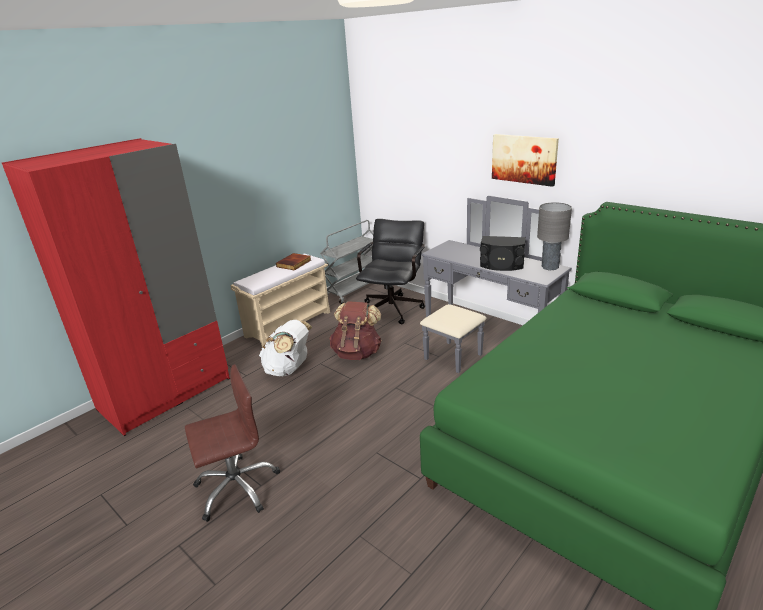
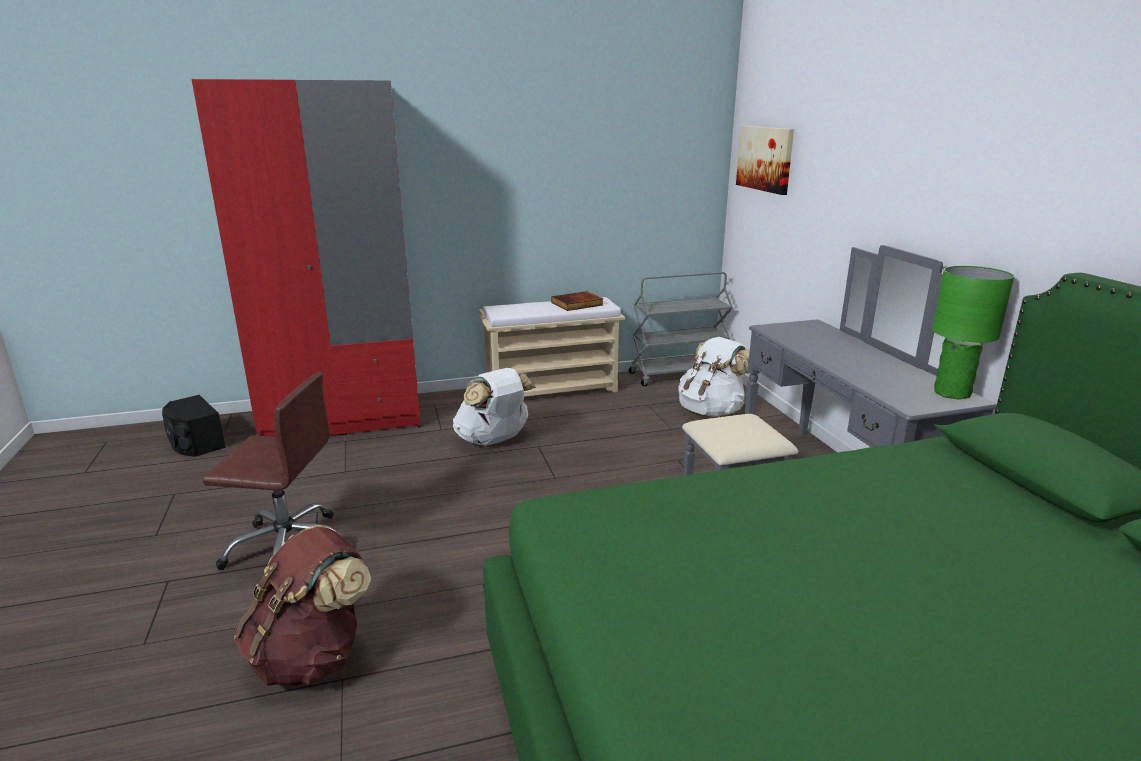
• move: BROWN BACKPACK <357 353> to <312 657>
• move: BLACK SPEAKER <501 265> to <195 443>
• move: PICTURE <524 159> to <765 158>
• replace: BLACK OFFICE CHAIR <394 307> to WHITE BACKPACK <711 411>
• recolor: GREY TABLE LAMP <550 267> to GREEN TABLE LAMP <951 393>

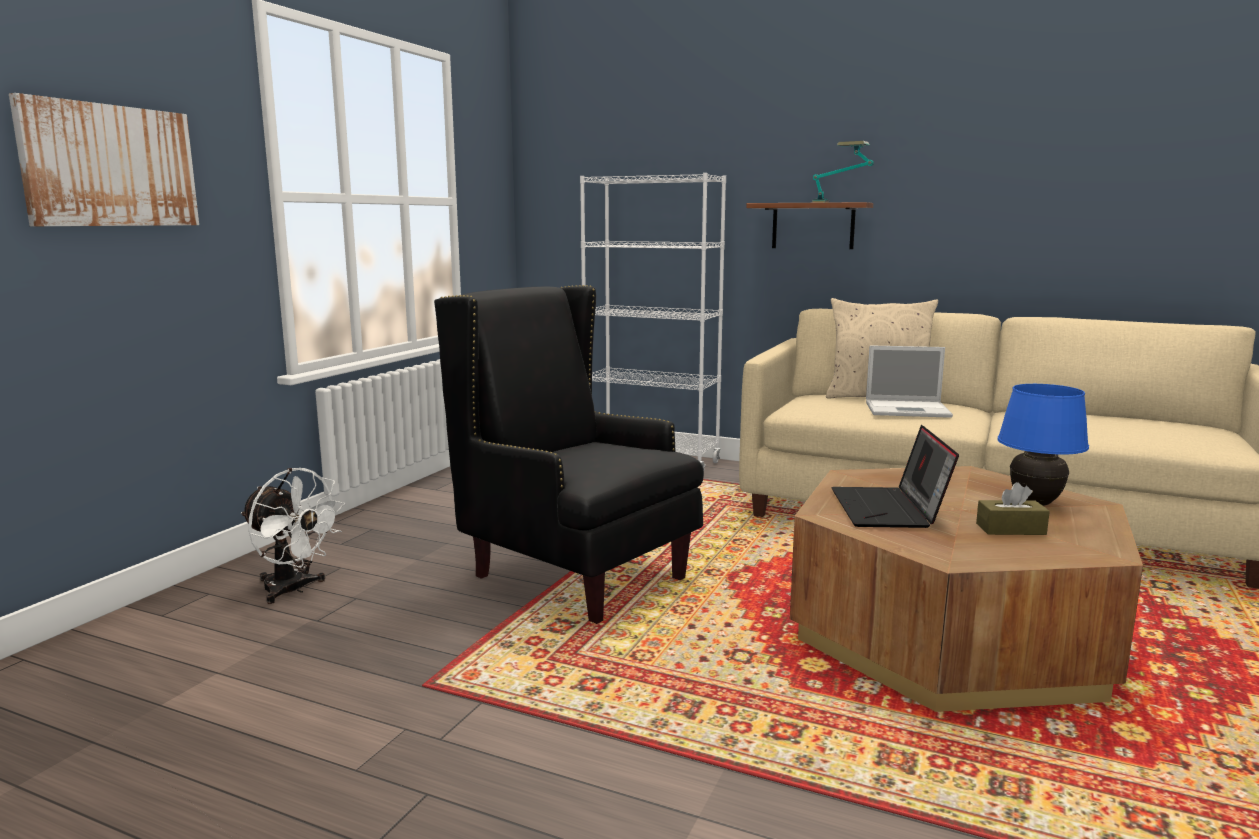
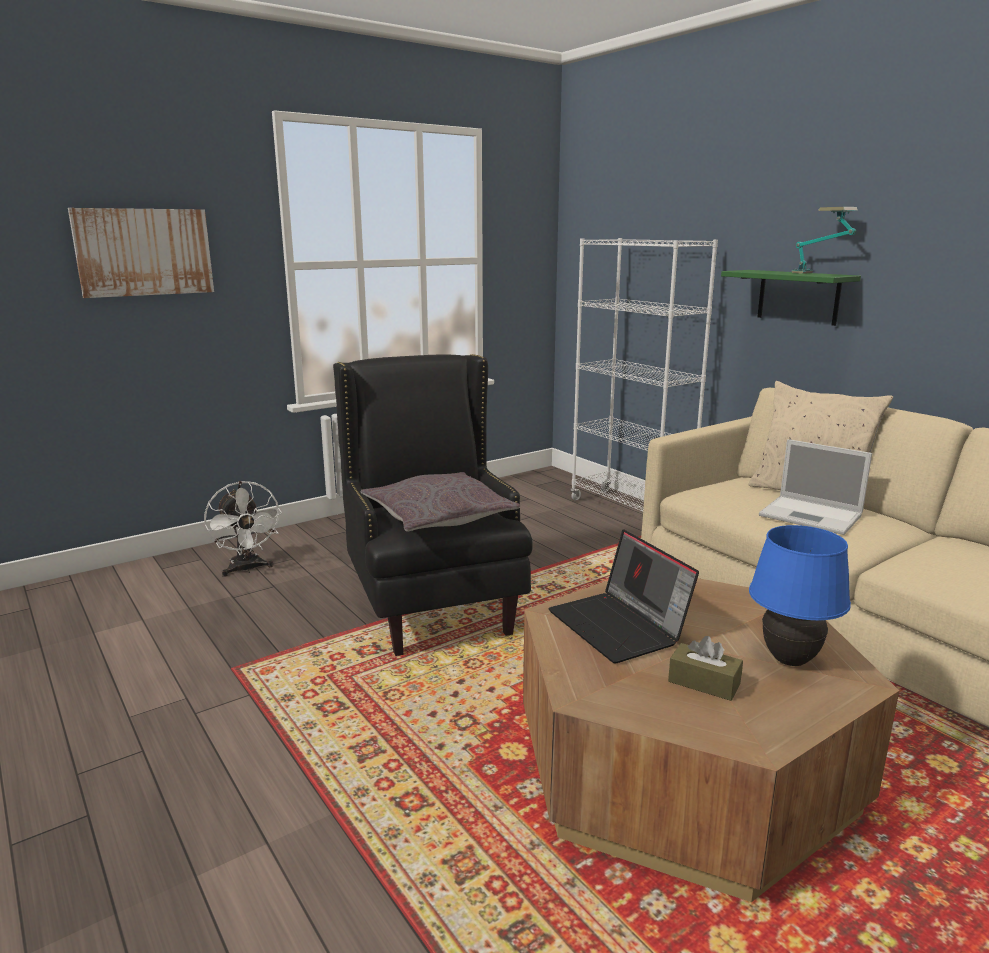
• insert: GREY PILLOW <438 516>
• recolor: BROWN SHELF <813 226> to GREEN SHELF <798 297>
• rotate: LAPTOP <889 510> = <620 627> 60 degrees counterclockwise

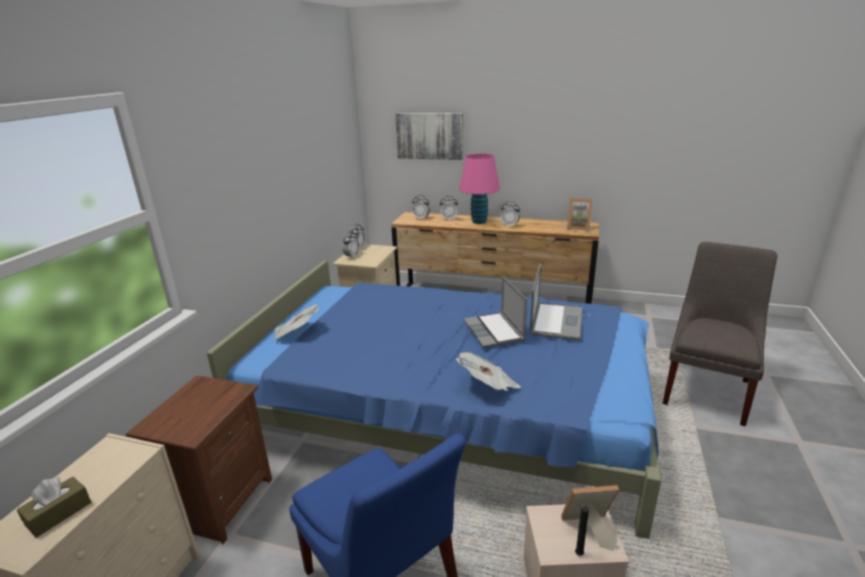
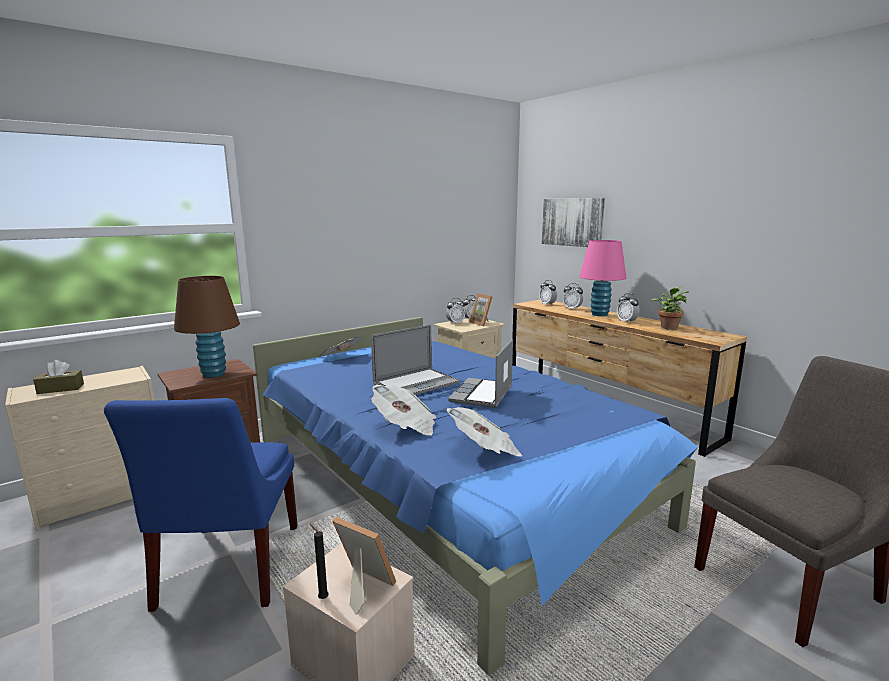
• insert: BROWN TABLE LAMP <213 374>
• insert: NEWSPAPER <485 449>
• insert: POTTED PLANT <668 327>
• move: LAPTOP <556 321> to <416 383>
• move: PICTURE FRAME <578 227> to <482 323>

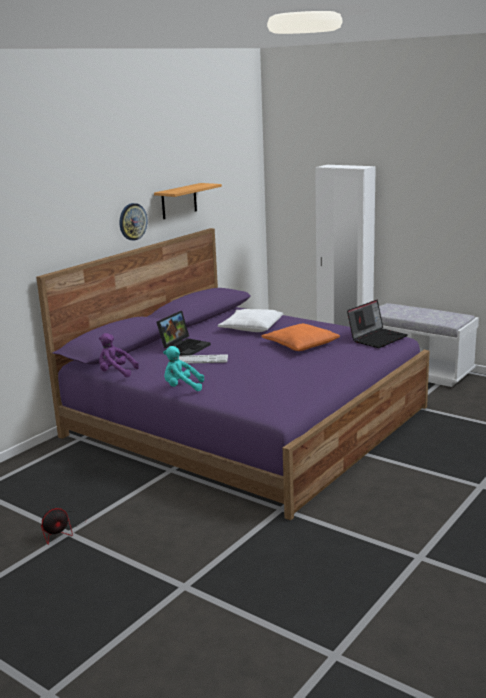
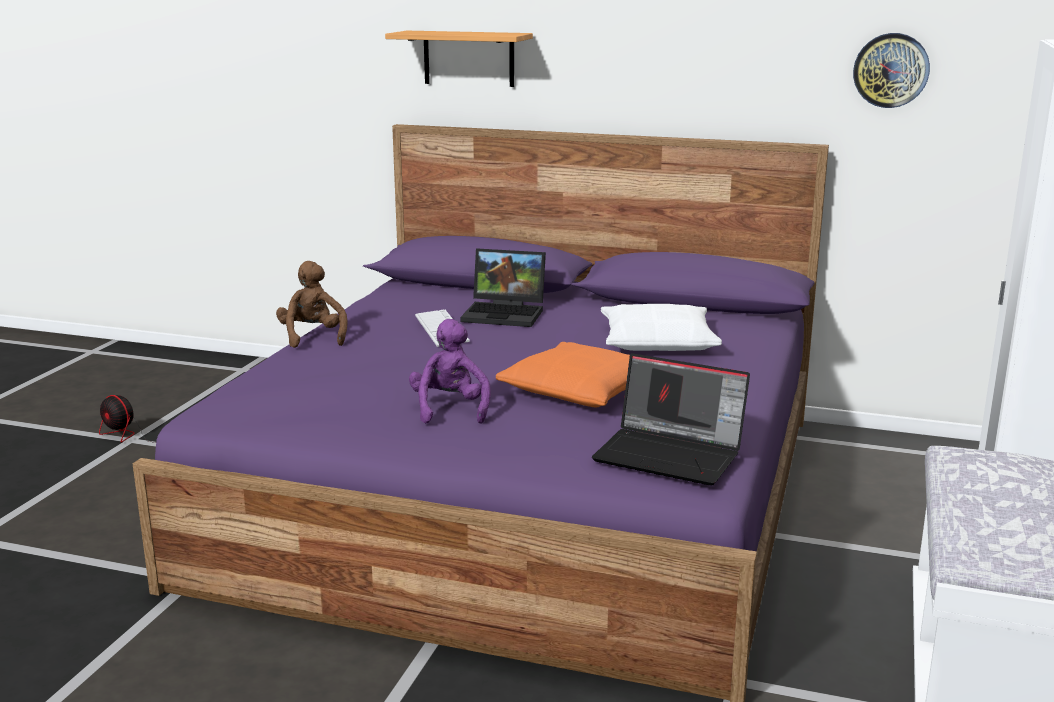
• move: PURPLE PLUSH TOY <116 373> to <450 409>
• move: WALL CLOCK <132 221> to <891 70>
• move: SHELF <179 201> to <469 58>
• recolor: TURQUOISE PLUSH TOY <182 387> to BROWN PLUSH TOY <313 337>

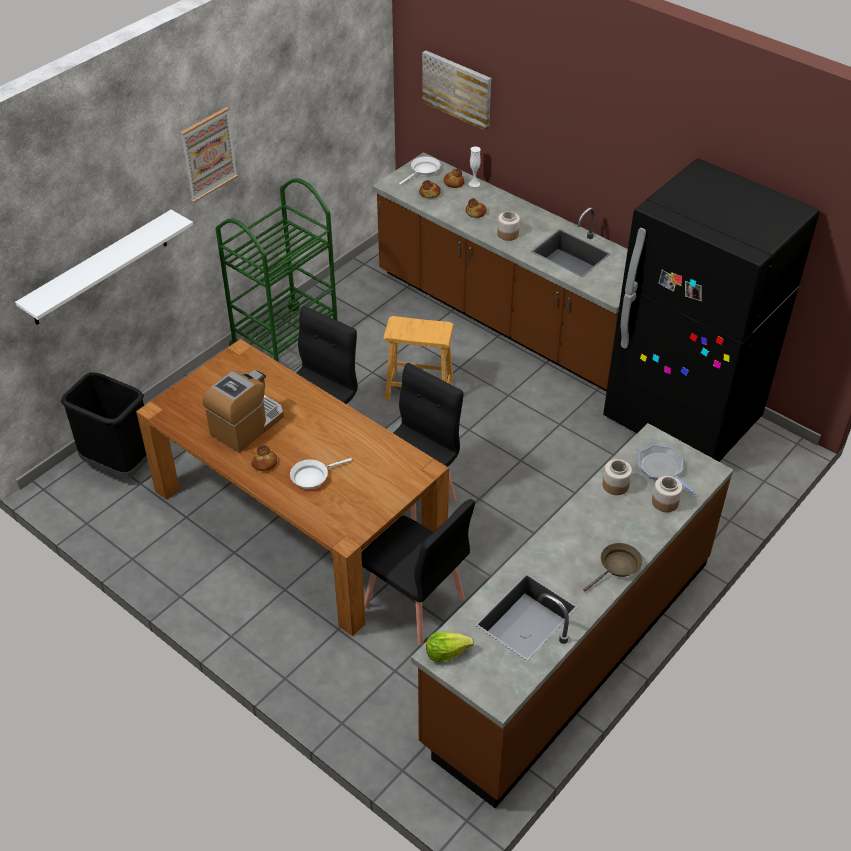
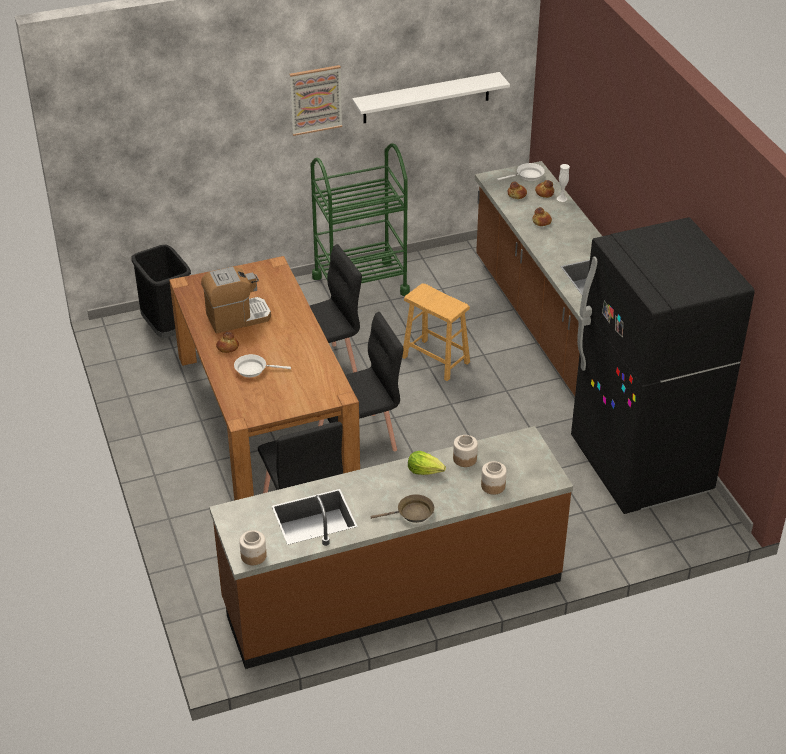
• delete: PICTURE <457 89>
• delete: FRYING PAN <662 469>
• move: WHITE SHELF <99 268> to <426 98>
• move: LETTUCE <446 652> to <425 470>
• move: JAR <507 234> to <253 556>

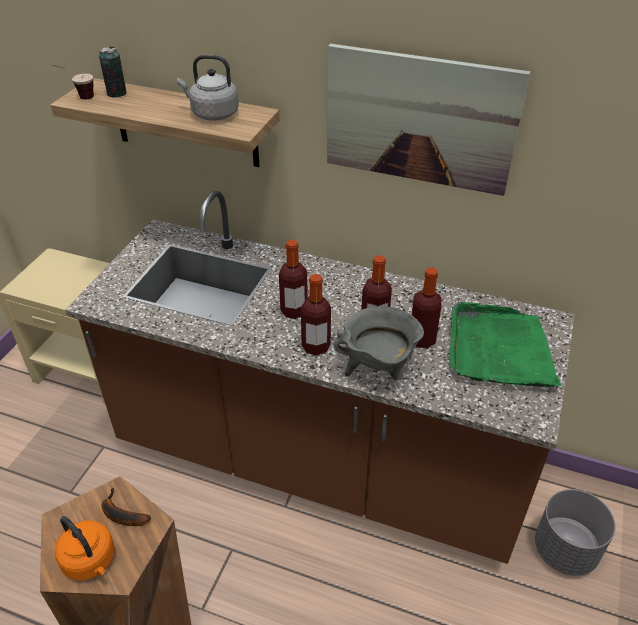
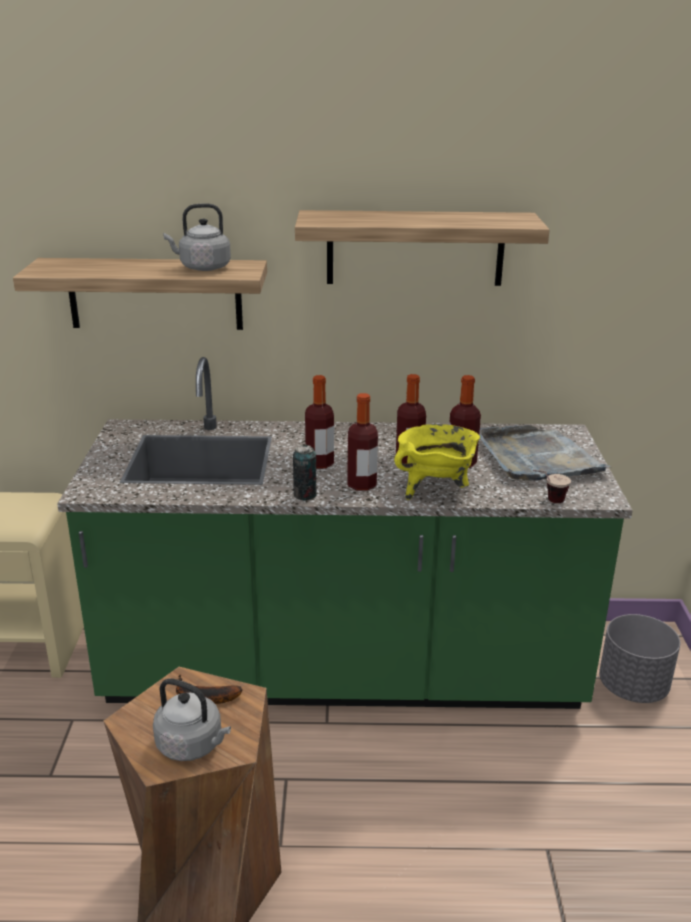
• move: CUP <78 97> to <547 501>
• move: CAN <116 93> to <305 495>
• replace: PICTURE <420 119> to SHELF <415 248>
• recolor: ORANGE KETTLE <91 561> to GREY KETTLE <192 745>
• recolor: BROWN COUNTER <318 461> to GREEN COUNTER <343 673>
• recolor: GREY COOKING POT <378 370> to YELLOW COOKING POT <435 490>
• recolor: GREEN TRAY <499 349> to GREY TRAY <537 458>

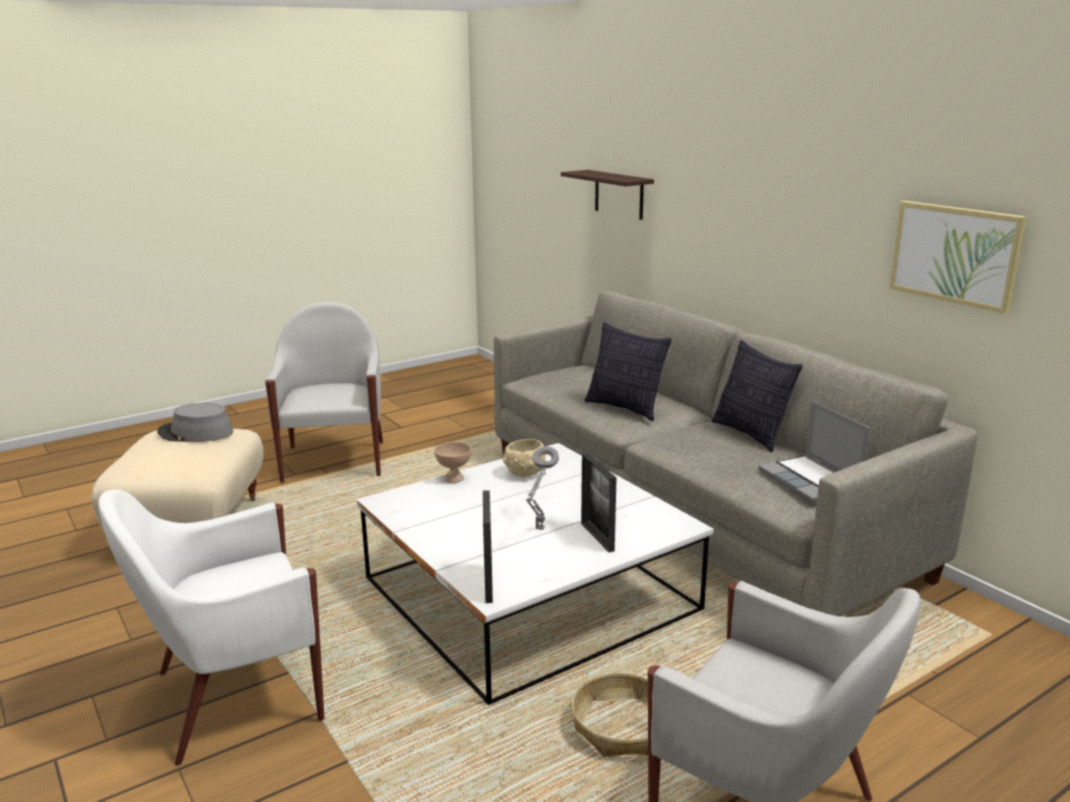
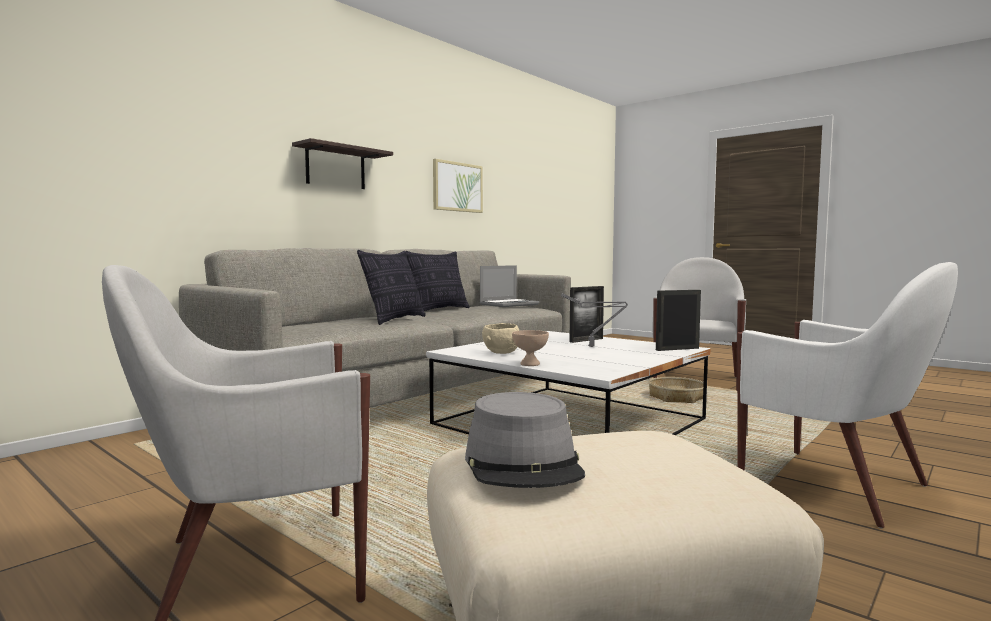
• move: SHELF <619 194> to <335 167>

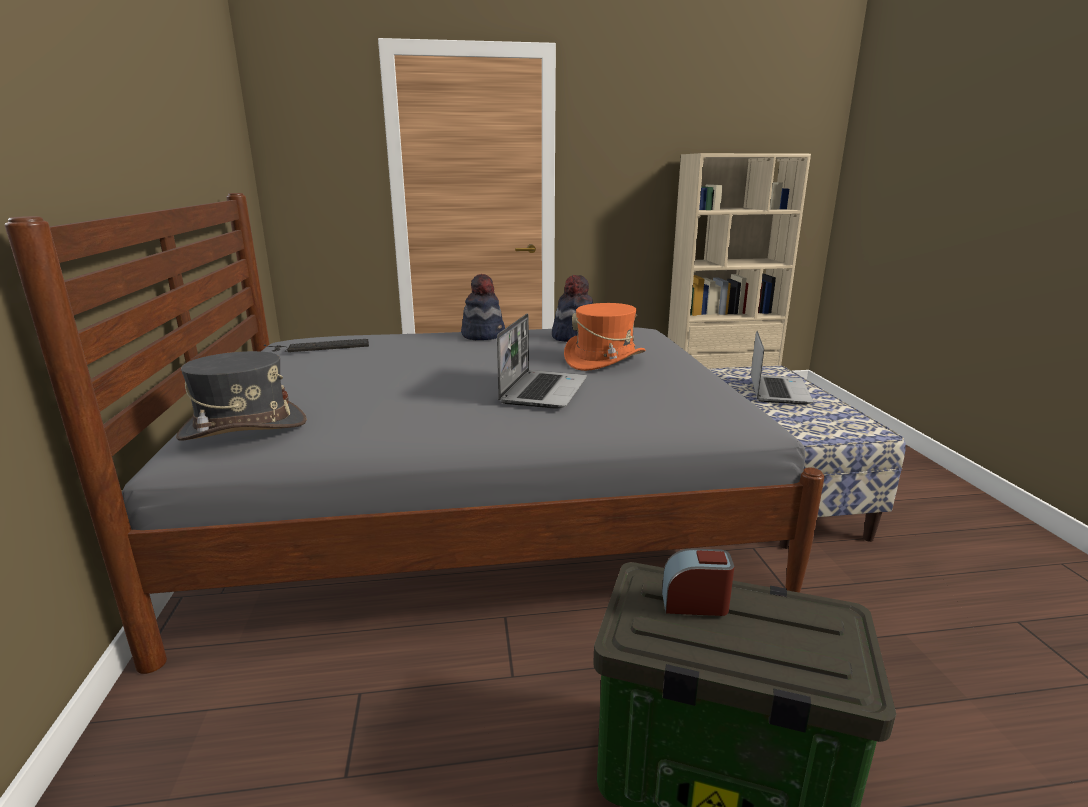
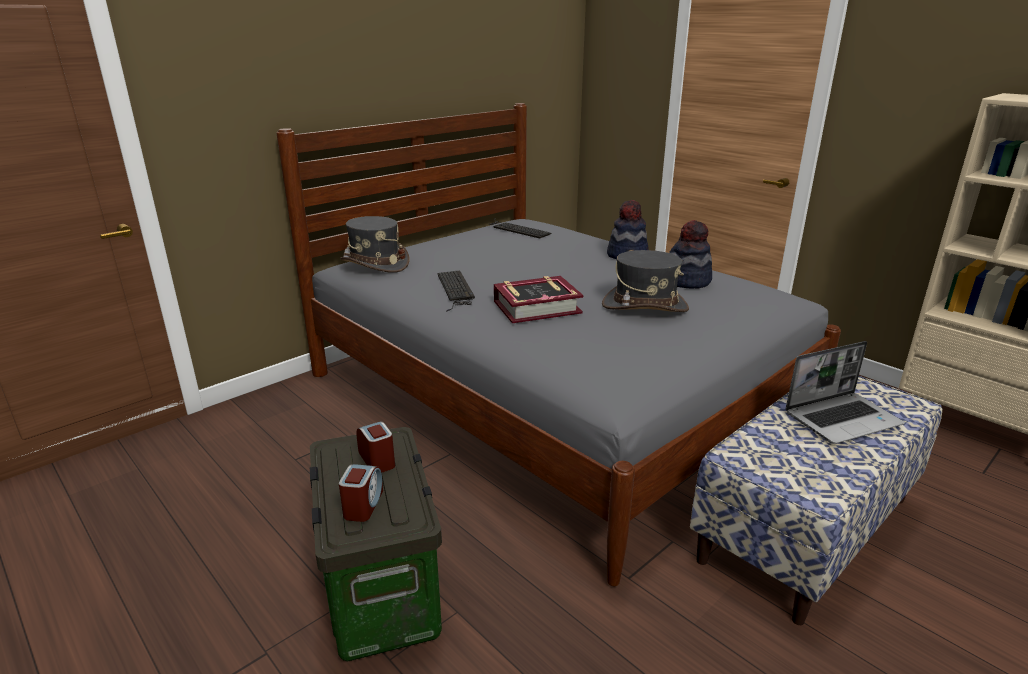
• insert: ALARM CLOCK <363 505>
• insert: KEYBOARD <455 289>
• replace: LAPTOP <543 390> to BOOK <536 307>
• recolor: ORANGE HAT <604 360> to GREY HAT <644 306>

